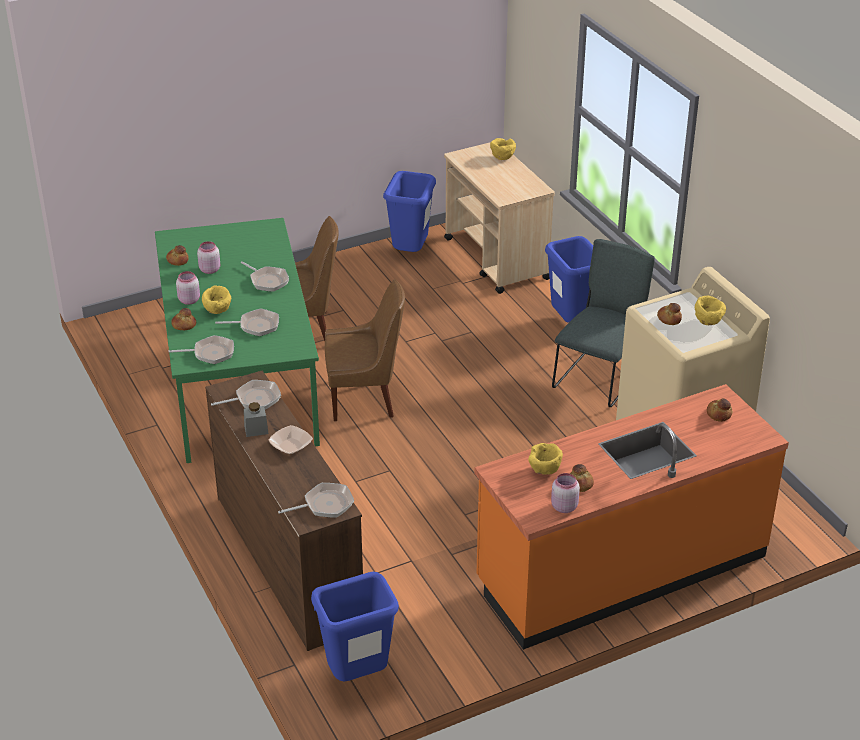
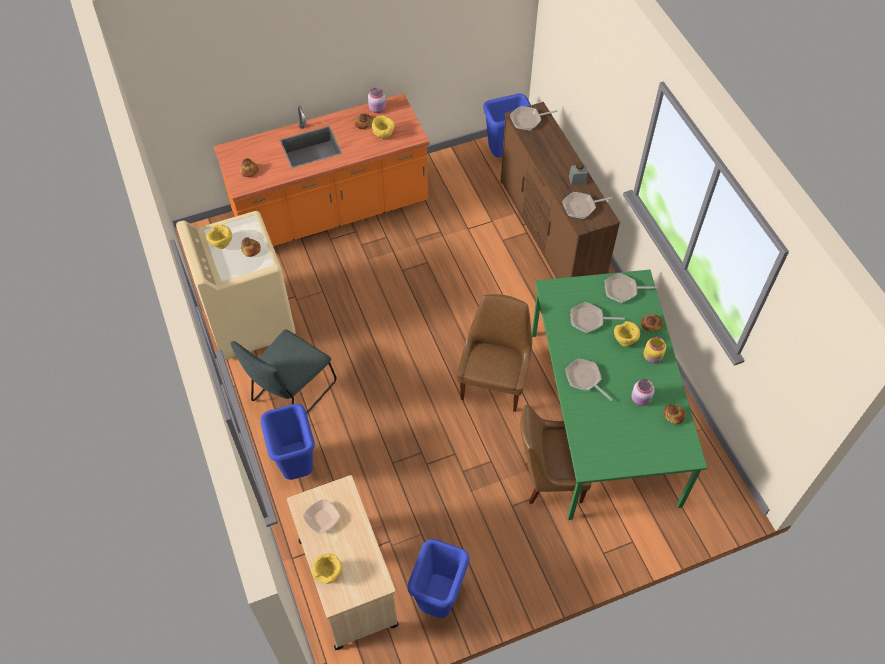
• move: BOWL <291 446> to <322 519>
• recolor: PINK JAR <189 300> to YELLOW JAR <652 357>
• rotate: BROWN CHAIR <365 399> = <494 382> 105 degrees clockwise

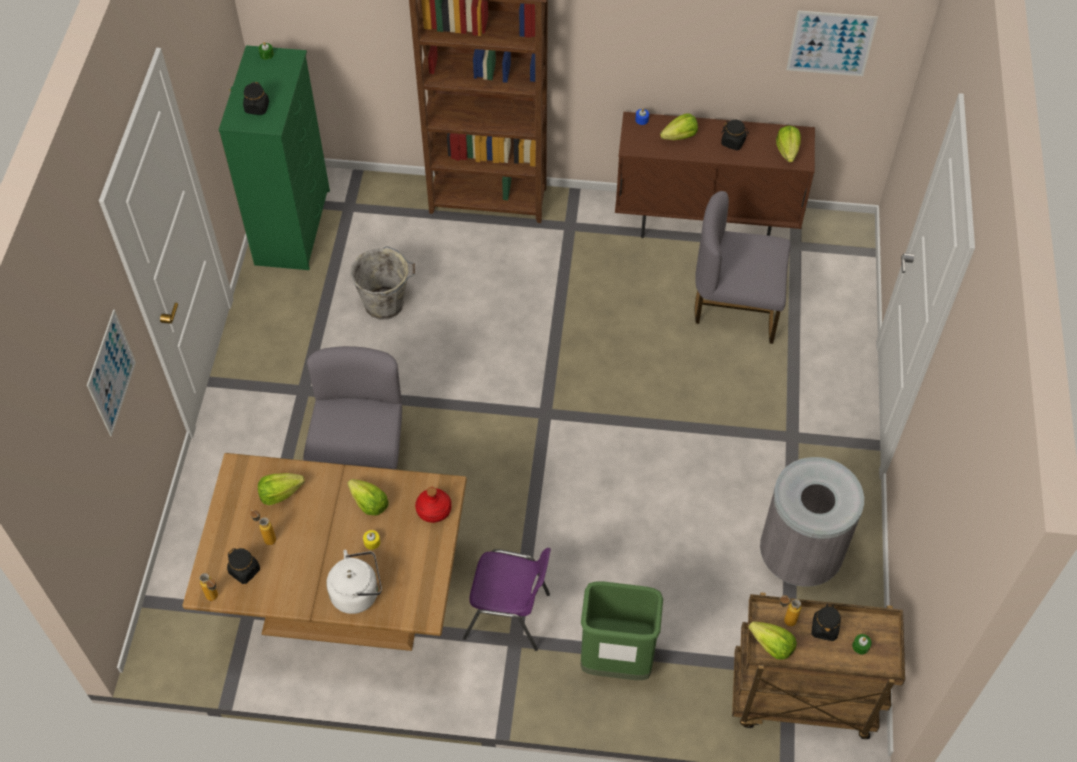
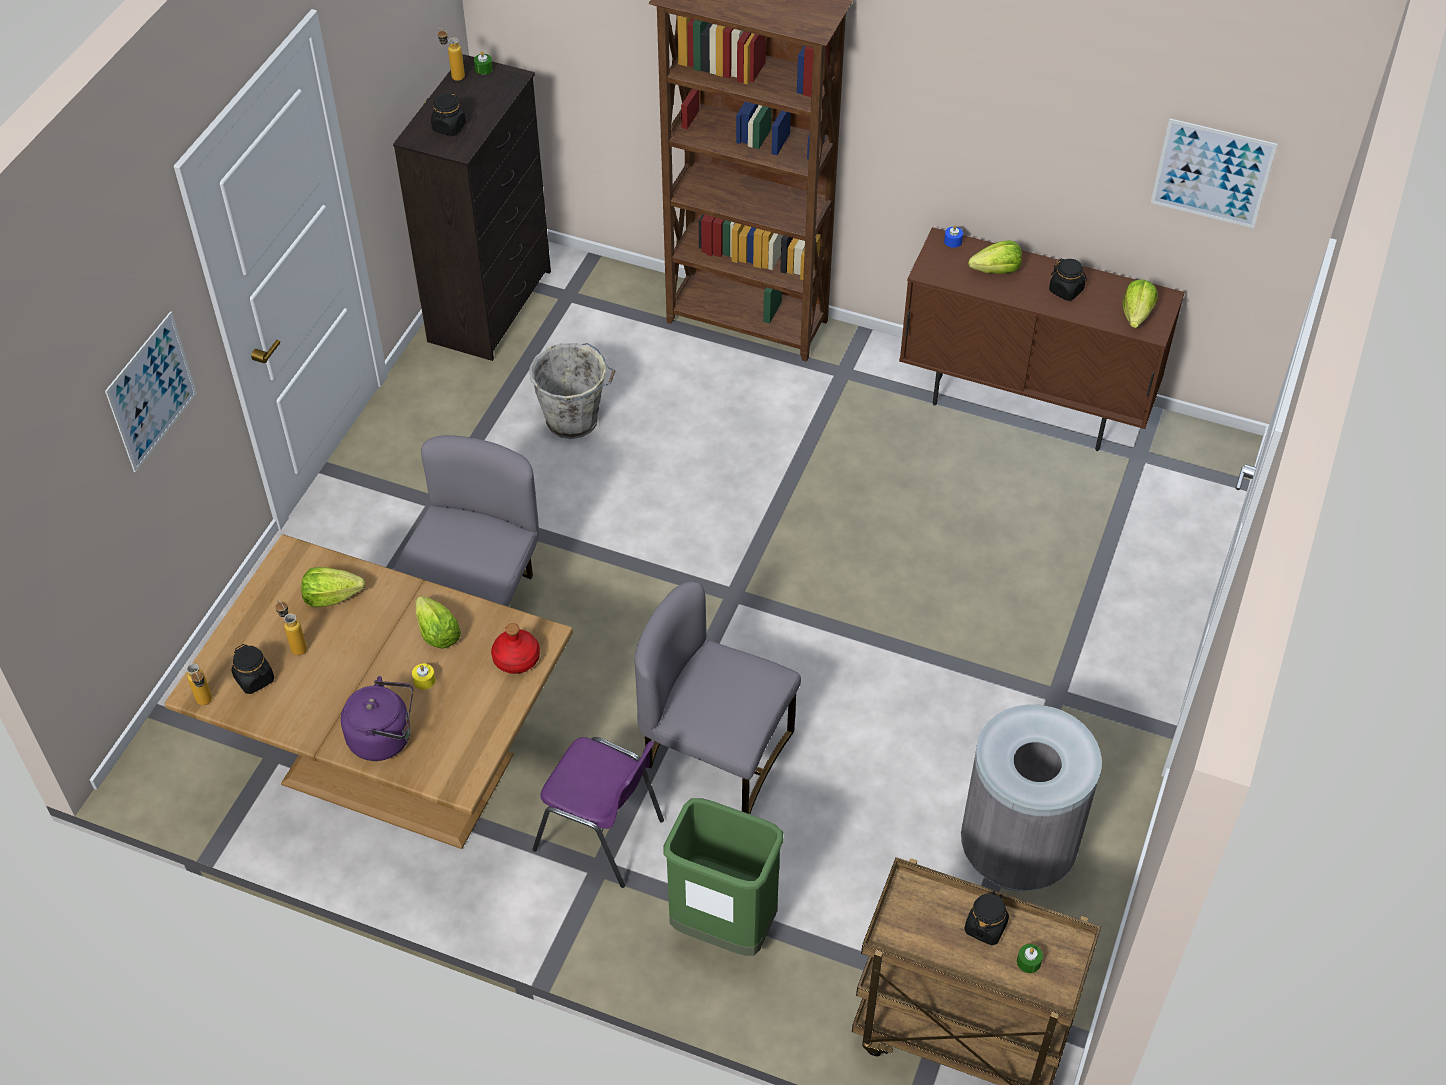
• delete: LETTUCE <771 646>
• move: GREY CHAIR <736 307> to <716 755>
• move: BOTTLE <784 620> to <453 75>
• recolor: GREEN DRESSER <294 226> to BLACK DRESSER <492 305>
• recolor: WHITE KETTLE <358 593> to PURPLE KETTLE <384 738>

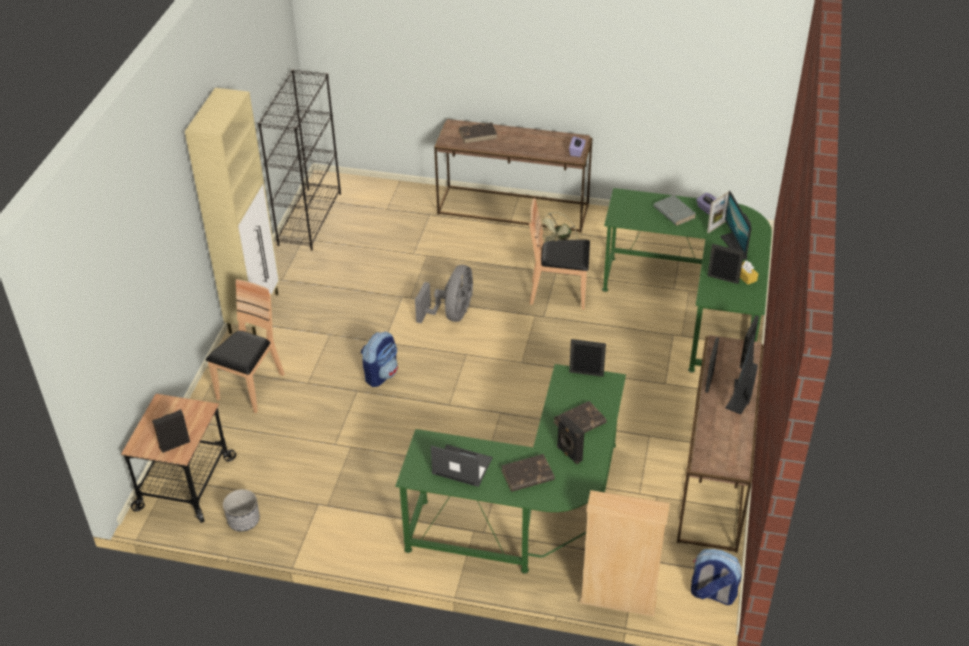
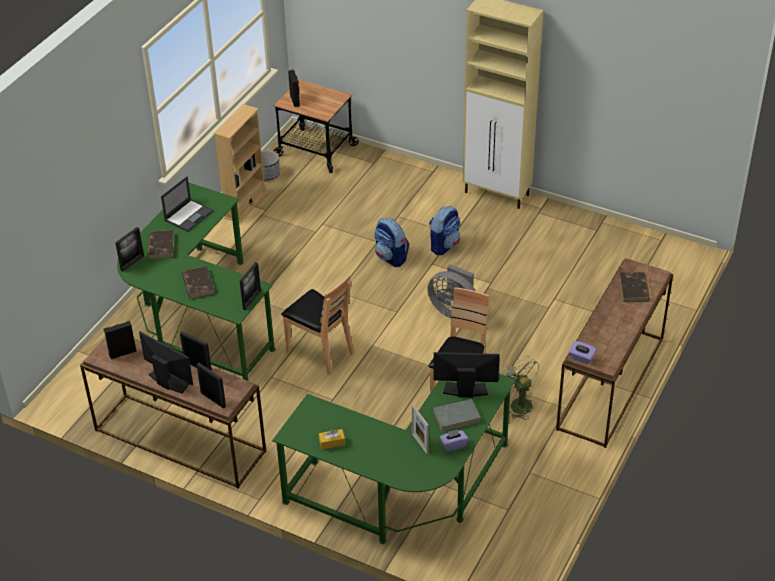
• delete: BLACK BOOKCASE <309 218>
• move: BROWN CHAIR <251 388> to <320 351>
• move: BLACK SPEAKER <568 454> to <122 352>
• move: BEIGE BOOKCASE <618 600> to <245 205>
• move: BACKPACK <712 593> to <444 245>
• move: PICTURE FRAME <723 279> to <132 263>
• move: MONITOR <735 247> to <465 390>

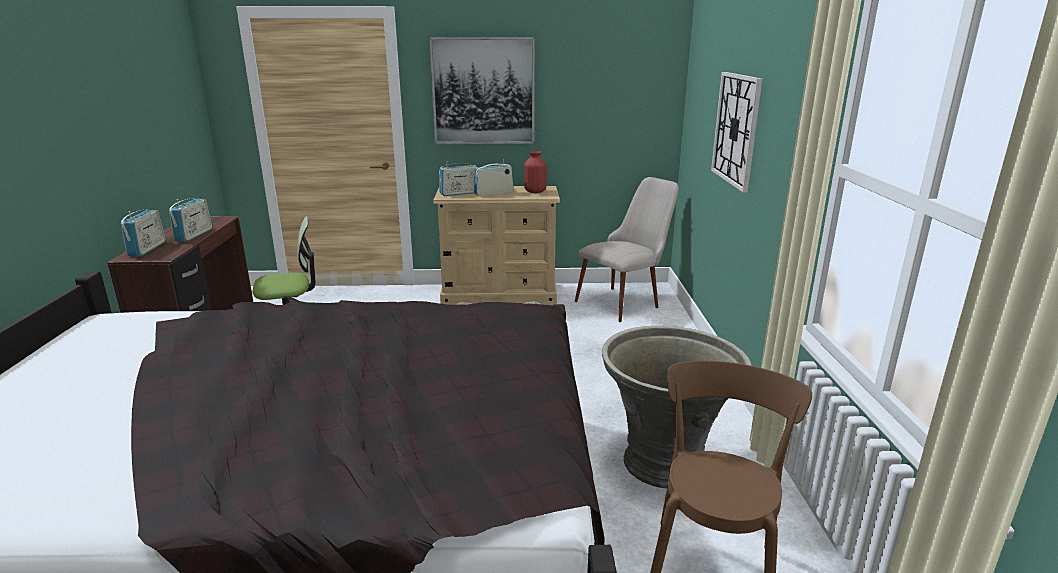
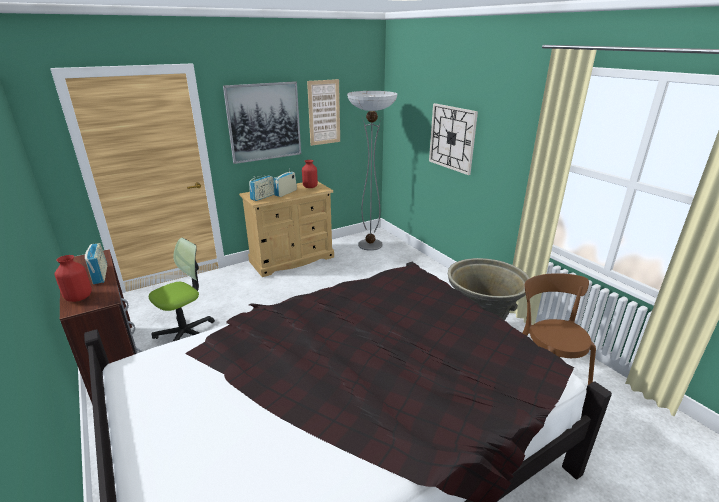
• insert: PICTURE <324 112>
• replace: RADIO <147 249> to RED VASE <78 297>
• replace: BEIGE CHAIR <625 301> to FLOOR LAMP <370 245>

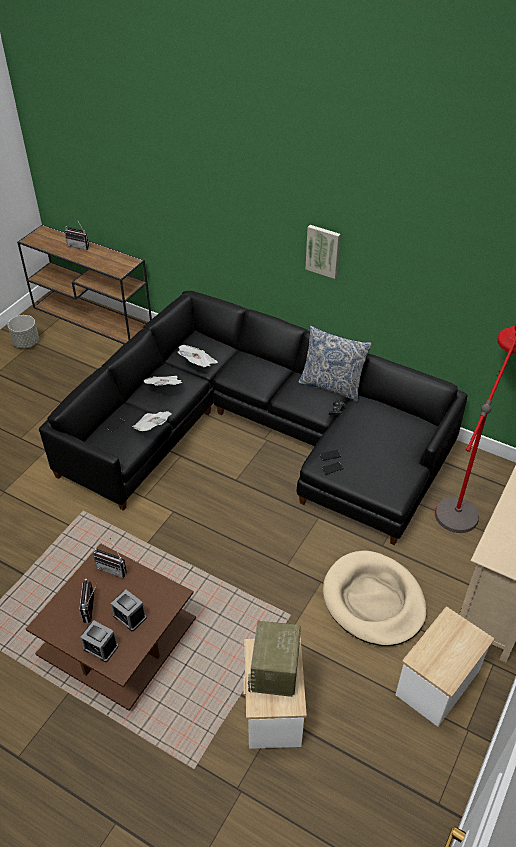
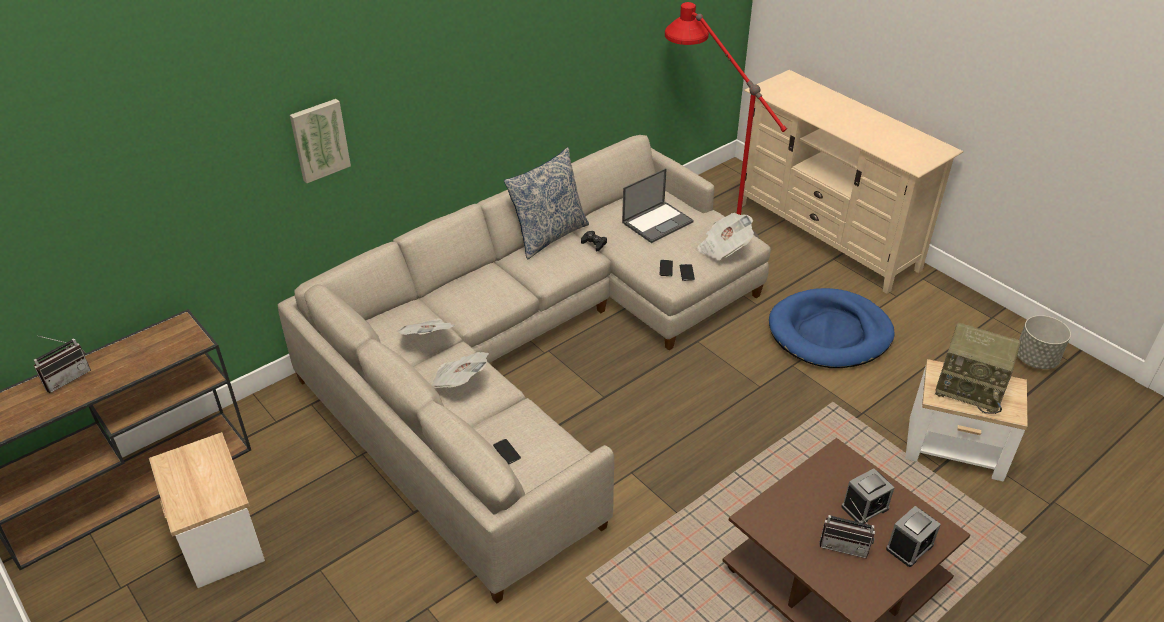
• delete: RADIO <114 567>
• insert: LAPTOP <658 222>
• move: GREY PLANTER <26 343> to <1036 359>
• move: NEWSPAPER <152 427> to <723 248>
• move: PICTURE <323 250> to <319 140>
• move: SIDE TABLE <436 682> to <218 538>
• recolor: BLACK SOFA <258 434> to BEIGE SOFA <532 356>
• recolor: BEIGE DOG BED <373 601> to BLUE DOG BED <829 333>

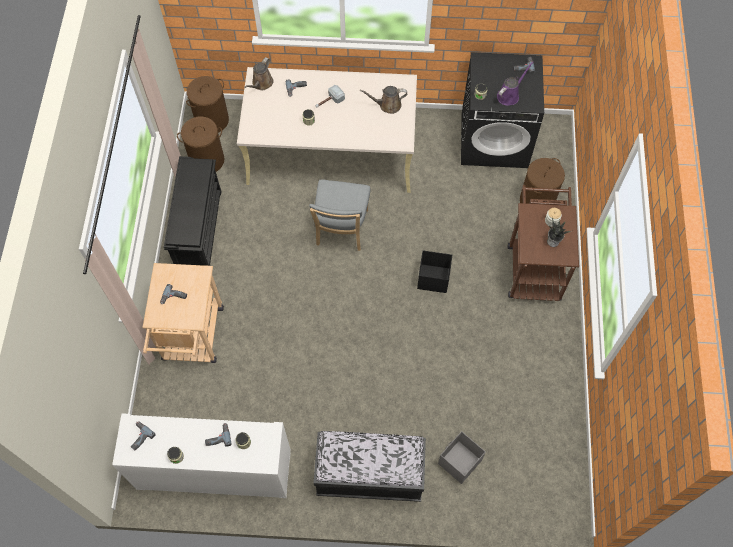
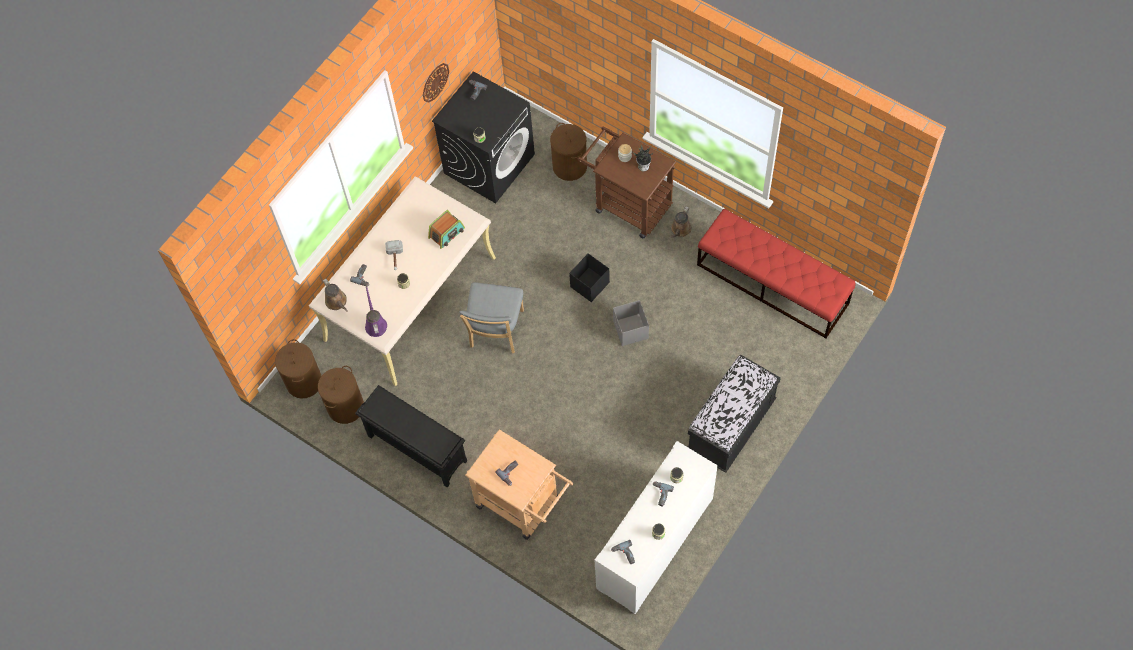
• insert: WALL CLOCK <435 82>
• insert: RADIO <447 233>
• insert: RED BENCH <773 284>
• move: BROWN WATERING CAN <387 105> to <680 230>
• move: GREY STORAGE BOX <459 462> to <630 330>
• move: PURPLE WATERING CAN <509 95> to <375 324>
• rotate: GREY CHAIR <341 230> = <495 331> 60 degrees clockwise

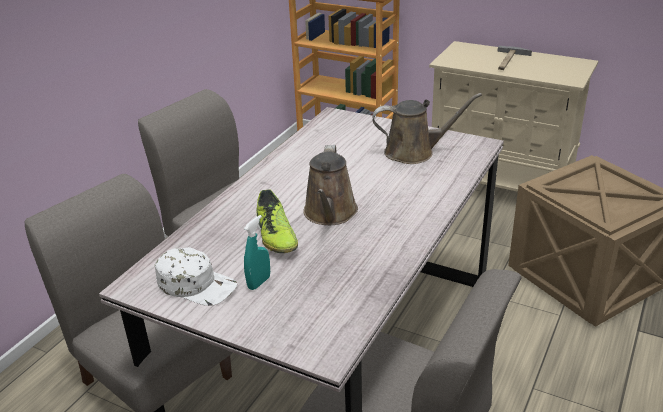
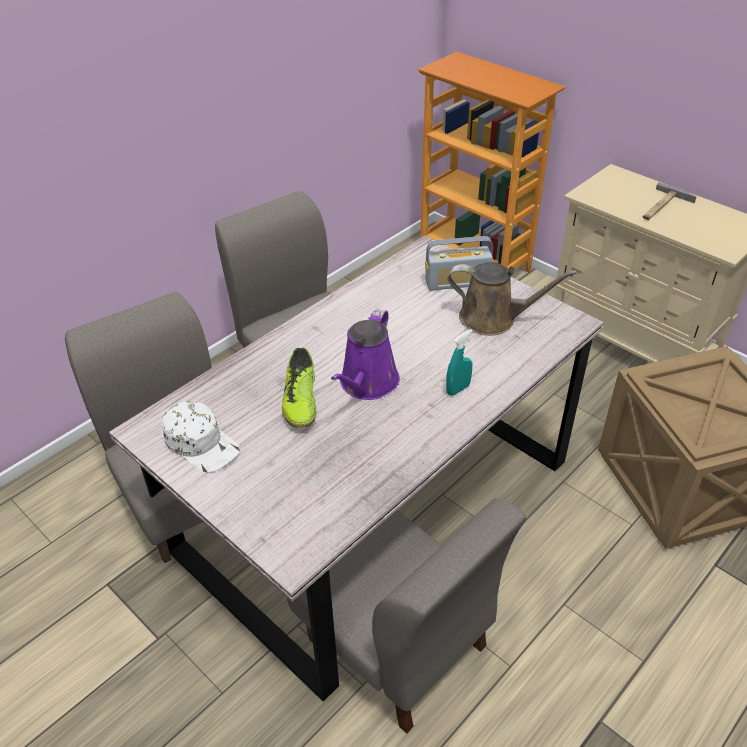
• insert: RADIO <457 282>
• move: TURQUOISE SPRAY BOTTLE <259 282> to <458 389>
• recolor: BROWN WATERING CAN <330 214> to PURPLE WATERING CAN <367 384>

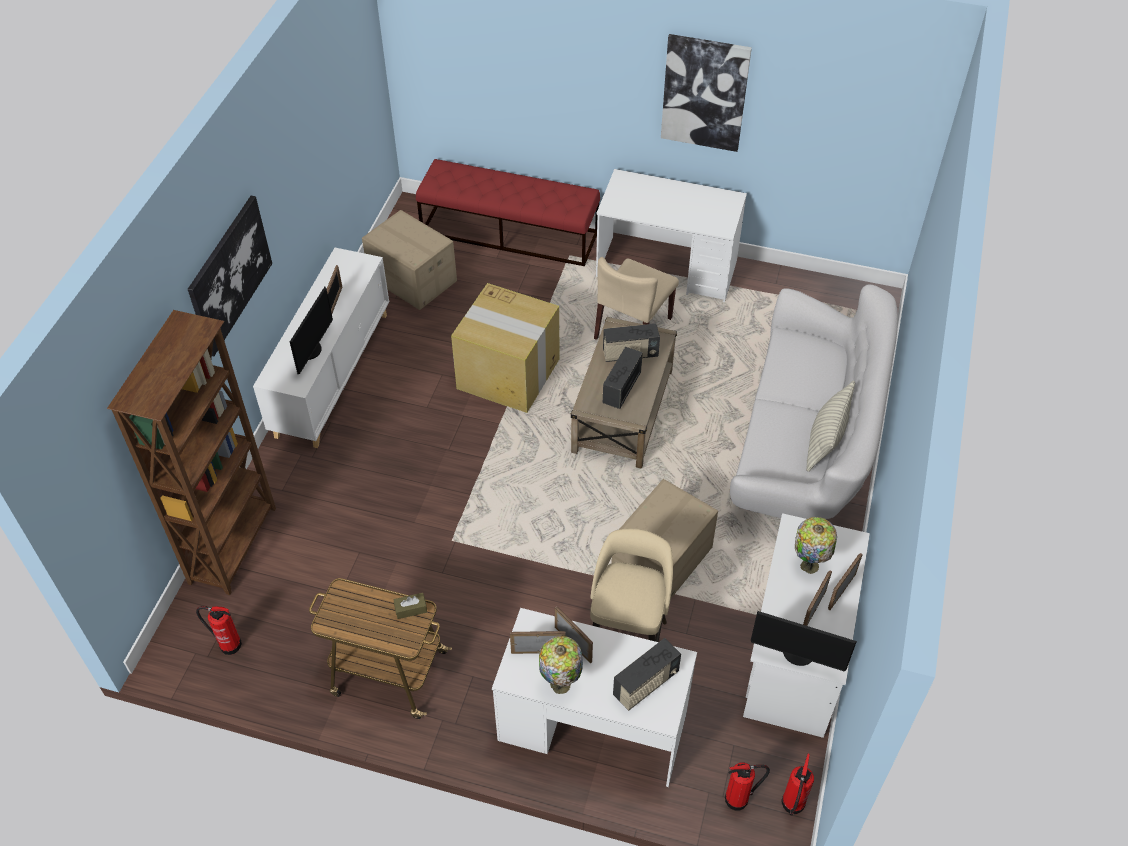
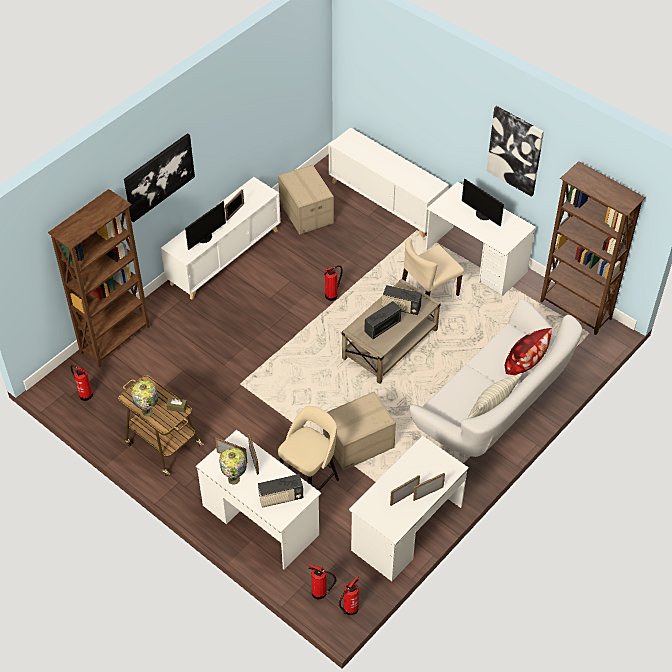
• insert: PILLOW <525 364>
• insert: BROWN BOOKCASE <575 311>
• move: MONITOR <798 654> to <483 215>
• move: TABLE LAMP <809 564> to <148 411>
• replace: RED BENCH <510 233> to WHITE CABINET <386 202>
• replace: CARDBOARD BOX <509 374> to FIRE EXTINGUISHER <332 295>

